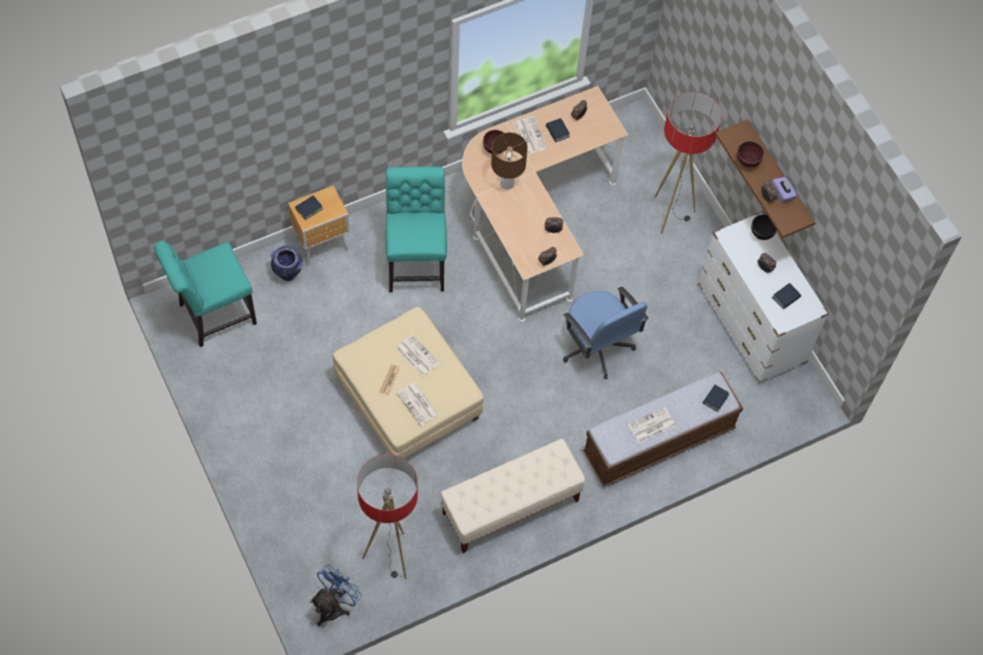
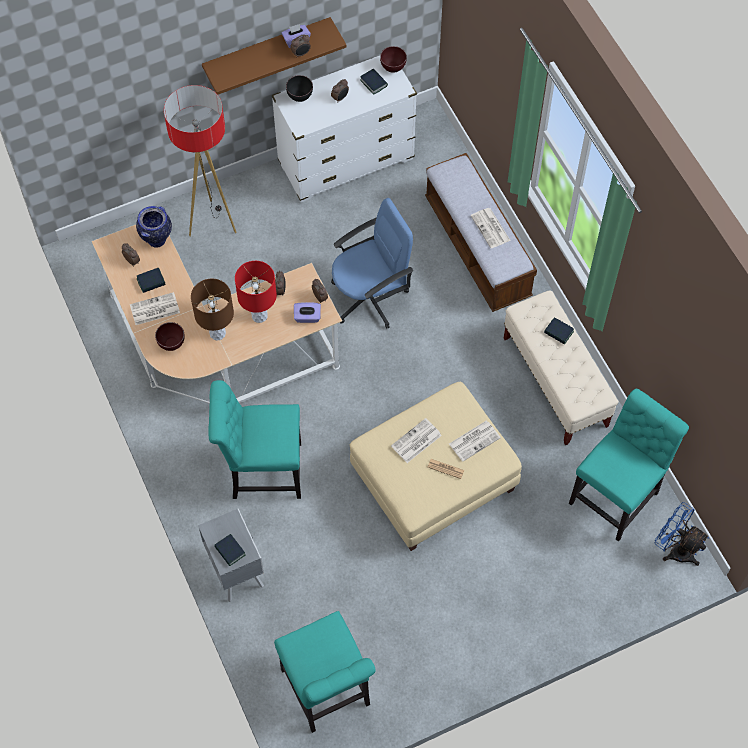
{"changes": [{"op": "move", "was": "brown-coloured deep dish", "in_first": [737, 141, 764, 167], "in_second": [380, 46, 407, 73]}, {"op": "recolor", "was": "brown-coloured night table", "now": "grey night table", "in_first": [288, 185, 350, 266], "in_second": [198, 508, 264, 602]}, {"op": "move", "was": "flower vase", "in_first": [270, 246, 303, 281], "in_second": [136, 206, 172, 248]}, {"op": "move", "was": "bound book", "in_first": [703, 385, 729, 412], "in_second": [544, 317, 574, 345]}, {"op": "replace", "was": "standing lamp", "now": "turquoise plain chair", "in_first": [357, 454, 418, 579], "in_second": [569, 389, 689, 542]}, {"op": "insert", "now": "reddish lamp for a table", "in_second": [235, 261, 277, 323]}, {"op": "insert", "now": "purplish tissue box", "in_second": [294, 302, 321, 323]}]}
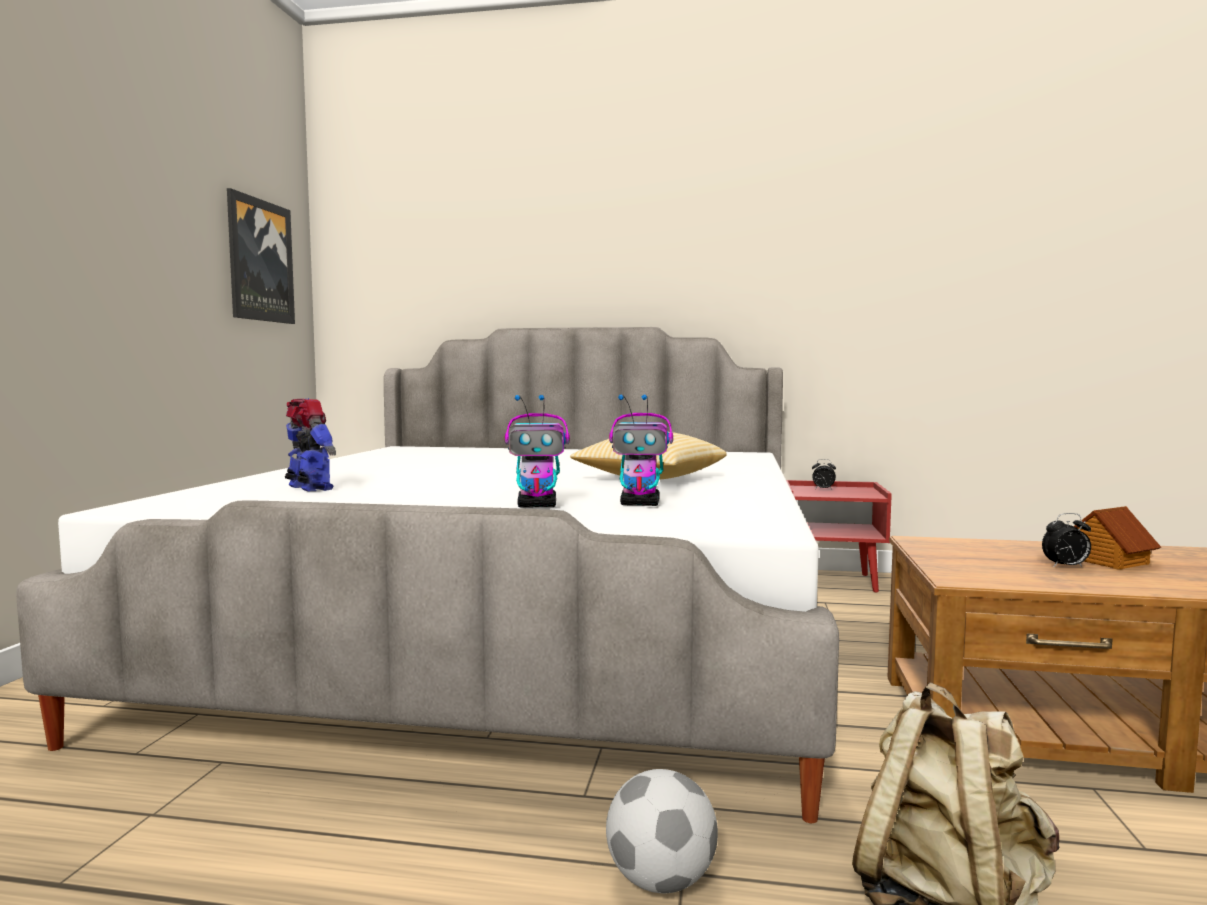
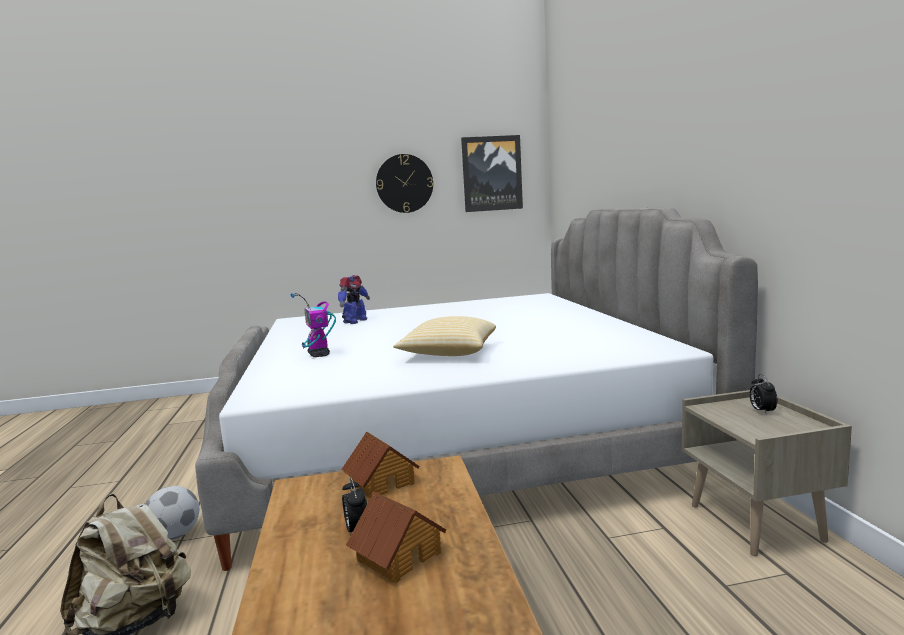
{"changes": [{"op": "delete", "was": "toy robot", "in_first": [609, 395, 673, 506]}, {"op": "recolor", "was": "reddish night table", "now": "sand-coloured night table", "in_first": [786, 480, 892, 592], "in_second": [682, 390, 852, 556]}, {"op": "insert", "now": "clock on the wall", "in_second": [376, 154, 433, 213]}, {"op": "insert", "now": "miniature house", "in_second": [341, 431, 419, 499]}]}
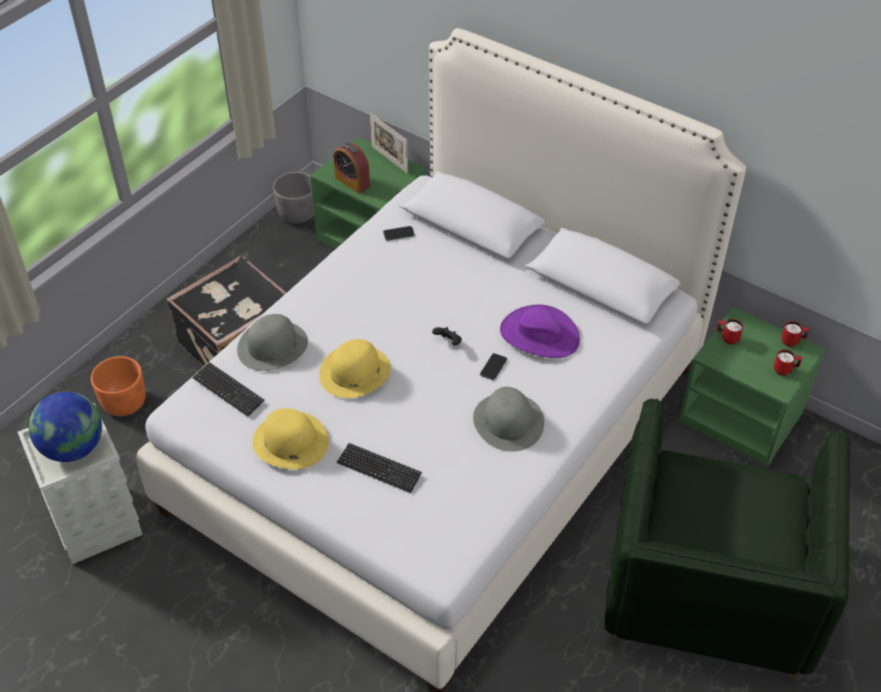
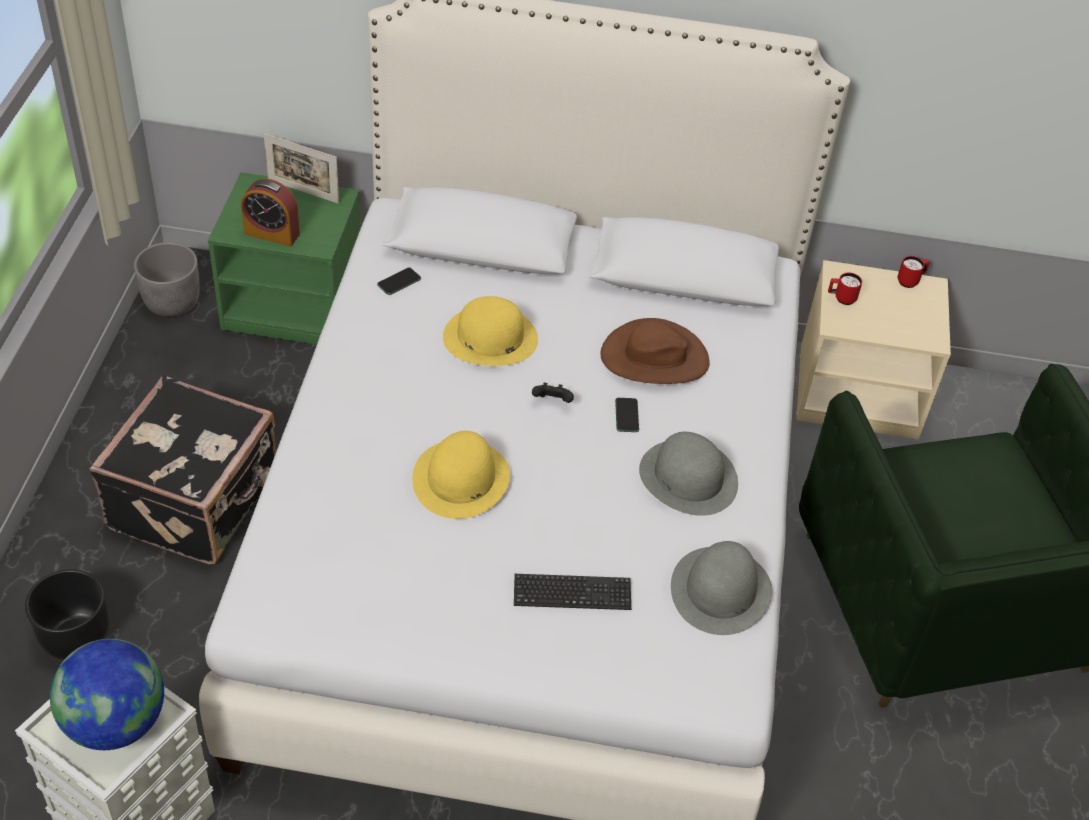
{"changes": [{"op": "recolor", "was": "purplish wearable hat", "now": "brown-coloured wearable hat", "in_first": [500, 304, 580, 358], "in_second": [600, 318, 710, 384]}, {"op": "recolor", "was": "green night table", "now": "sand-coloured night table", "in_first": [679, 307, 825, 467], "in_second": [796, 260, 951, 440]}, {"op": "move", "was": "grey wearable hat", "in_first": [237, 314, 308, 371], "in_second": [671, 541, 772, 635]}, {"op": "delete", "was": "reddish tea mug", "in_first": [774, 349, 802, 376]}, {"op": "recolor", "was": "orange flower pot", "now": "black-coloured flower pot", "in_first": [91, 356, 146, 416], "in_second": [25, 569, 109, 660]}, {"op": "delete", "was": "computer keyboard", "in_first": [192, 362, 264, 416]}, {"op": "move", "was": "yellow wearable hat", "in_first": [252, 408, 329, 469], "in_second": [443, 296, 538, 366]}]}
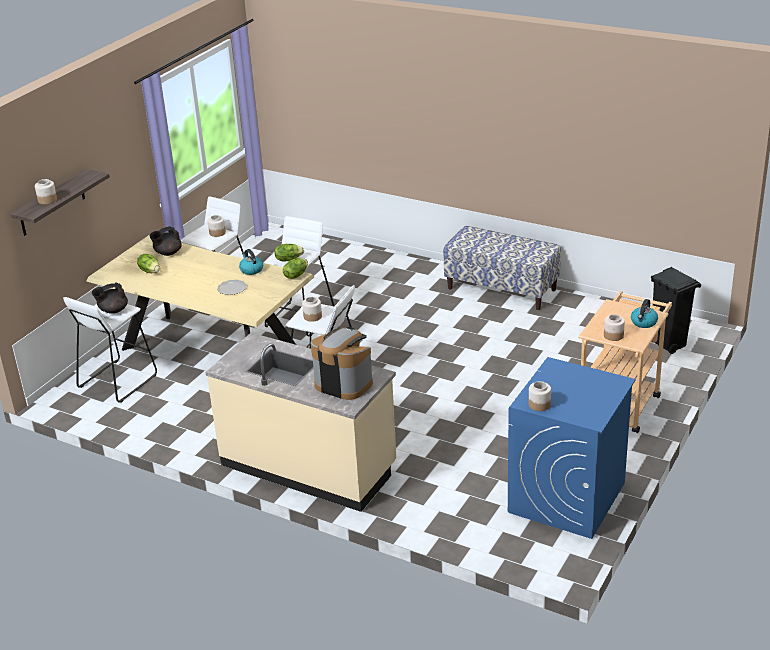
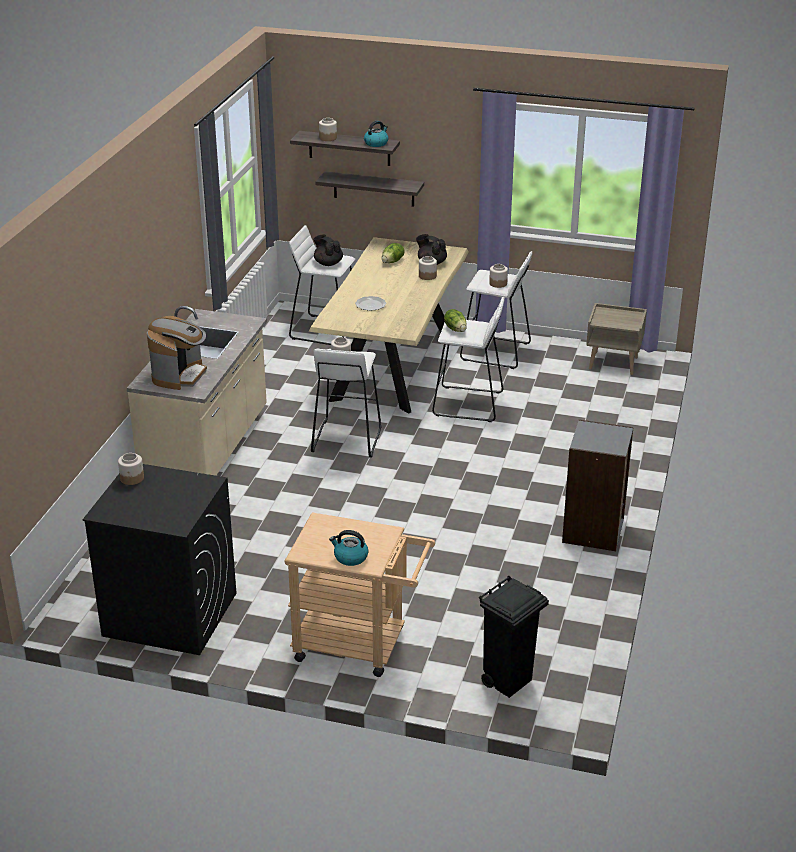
{"changes": [{"op": "replace", "was": "long seat", "now": "grey shelving unit", "in_first": [443, 226, 561, 310], "in_second": [562, 419, 633, 551]}, {"op": "move", "was": "water kettle", "in_first": [239, 249, 263, 275], "in_second": [364, 121, 388, 147]}, {"op": "delete", "was": "lettuce", "in_first": [283, 258, 308, 279]}, {"op": "move", "was": "storage jar", "in_first": [604, 314, 625, 341], "in_second": [419, 256, 437, 280]}, {"op": "recolor", "was": "blue laundry appliance", "now": "black-coloured laundry appliance", "in_first": [508, 357, 636, 539], "in_second": [82, 464, 236, 655]}, {"op": "insert", "now": "shelf", "in_second": [316, 171, 424, 207]}, {"op": "insert", "now": "sand-coloured night table", "in_second": [586, 303, 647, 375]}]}
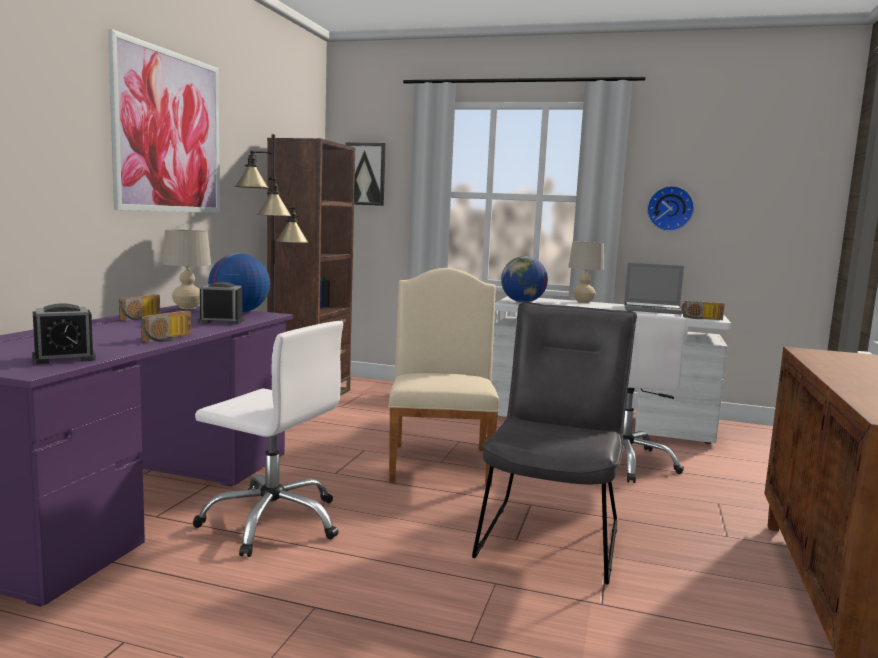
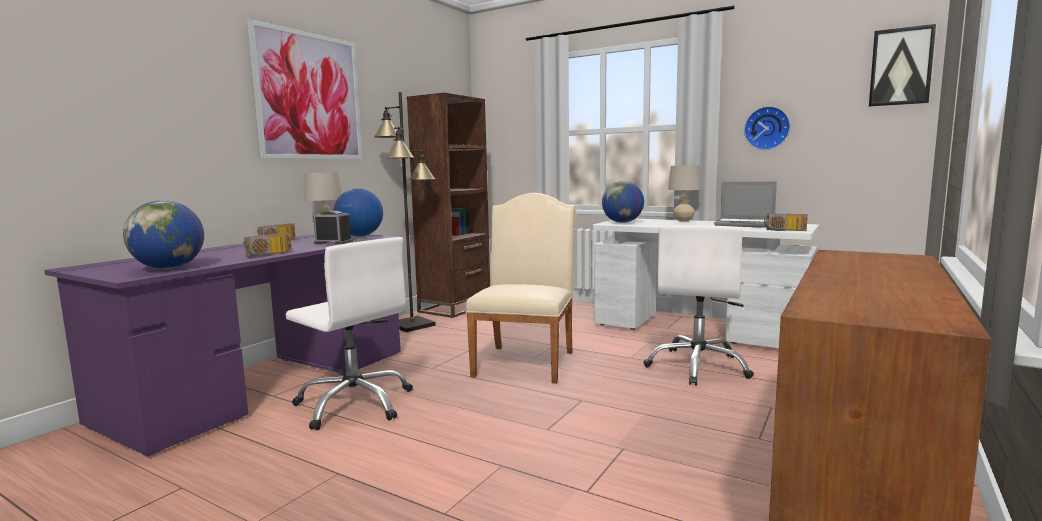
{"changes": [{"op": "move", "was": "wall picture", "in_first": [345, 142, 386, 206], "in_second": [869, 24, 936, 107]}, {"op": "delete", "was": "grey plain chair", "in_first": [472, 302, 637, 585]}, {"op": "replace", "was": "table clock", "now": "desk globe", "in_first": [32, 303, 96, 364], "in_second": [123, 200, 204, 269]}]}
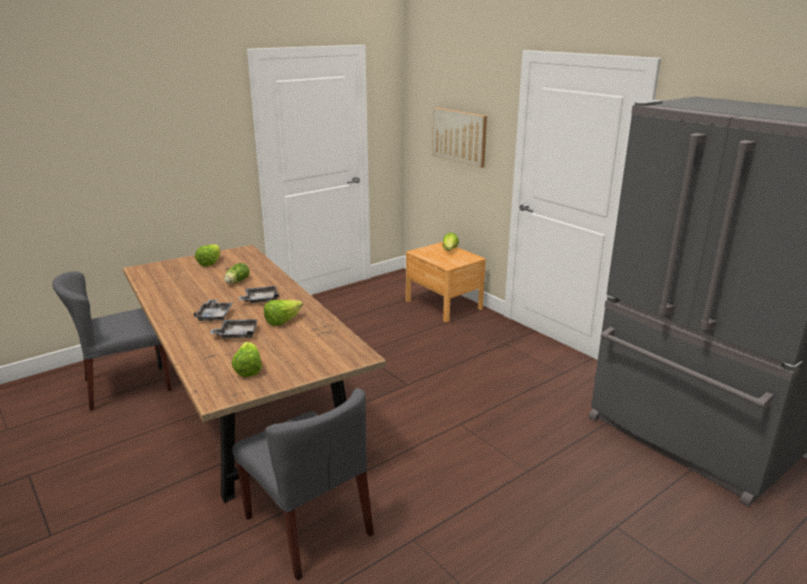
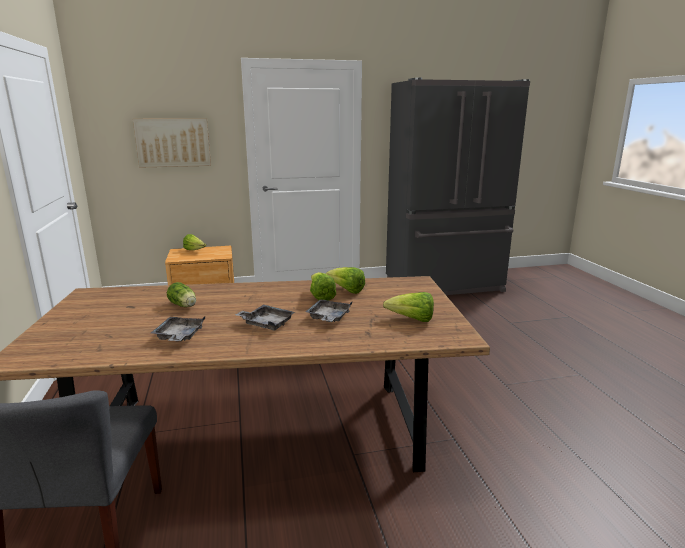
{"changes": [{"op": "move", "was": "lettuce", "in_first": [195, 244, 220, 267], "in_second": [326, 267, 365, 294]}, {"op": "move", "was": "grey serving tray", "in_first": [239, 286, 279, 303], "in_second": [151, 316, 205, 342]}, {"op": "delete", "was": "grey plain chair", "in_first": [232, 388, 374, 581]}]}
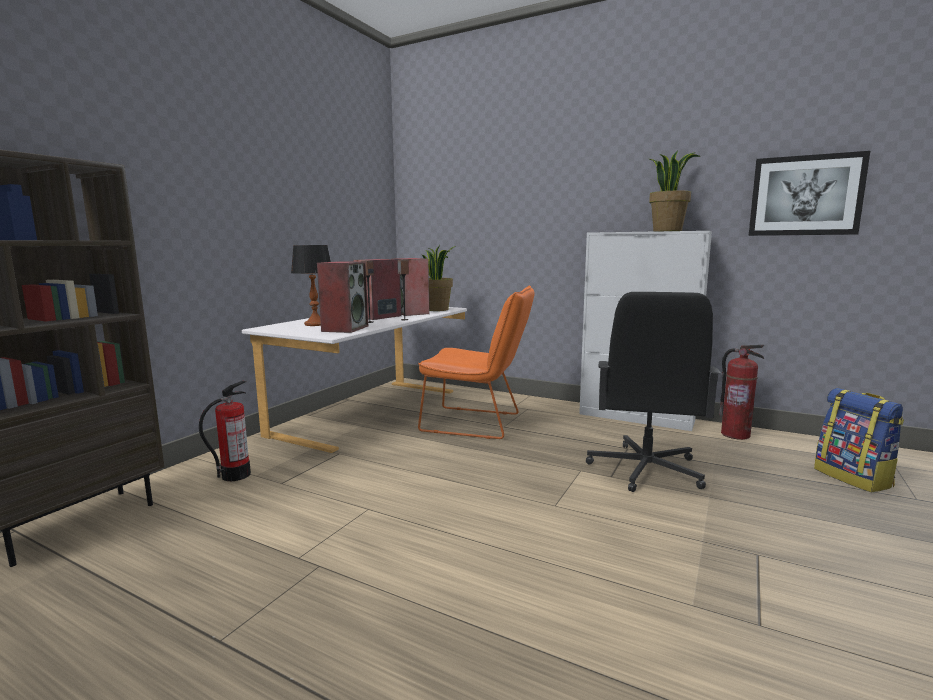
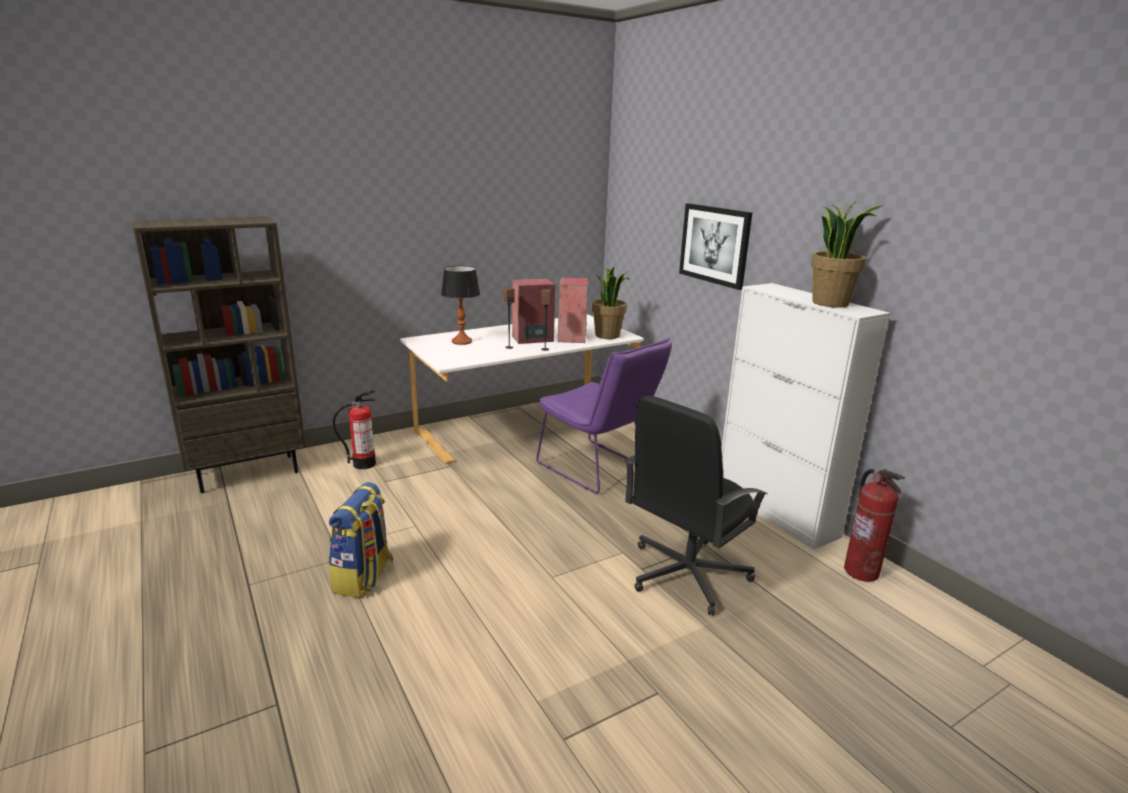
{"changes": [{"op": "move", "was": "wall picture", "in_first": [749, 151, 870, 236], "in_second": [679, 203, 752, 290]}, {"op": "delete", "was": "audio speaker", "in_first": [317, 261, 368, 333]}, {"op": "recolor", "was": "orange plain chair", "now": "purplish plain chair", "in_first": [418, 286, 535, 439], "in_second": [536, 337, 672, 494]}, {"op": "move", "was": "rucksack", "in_first": [814, 388, 904, 492], "in_second": [329, 482, 394, 598]}]}
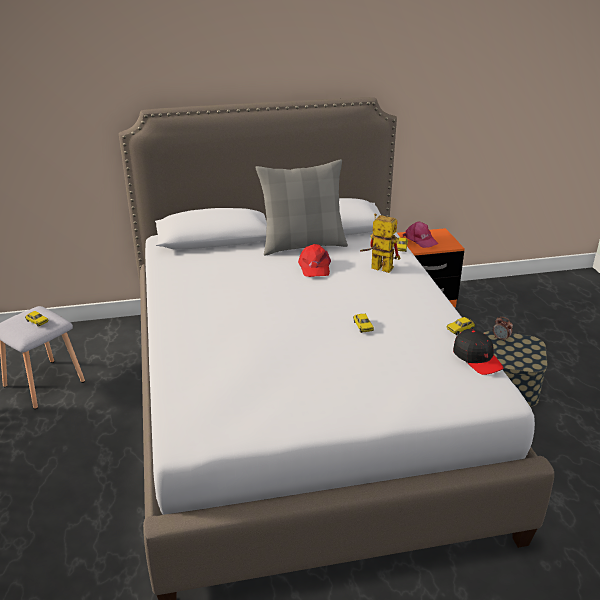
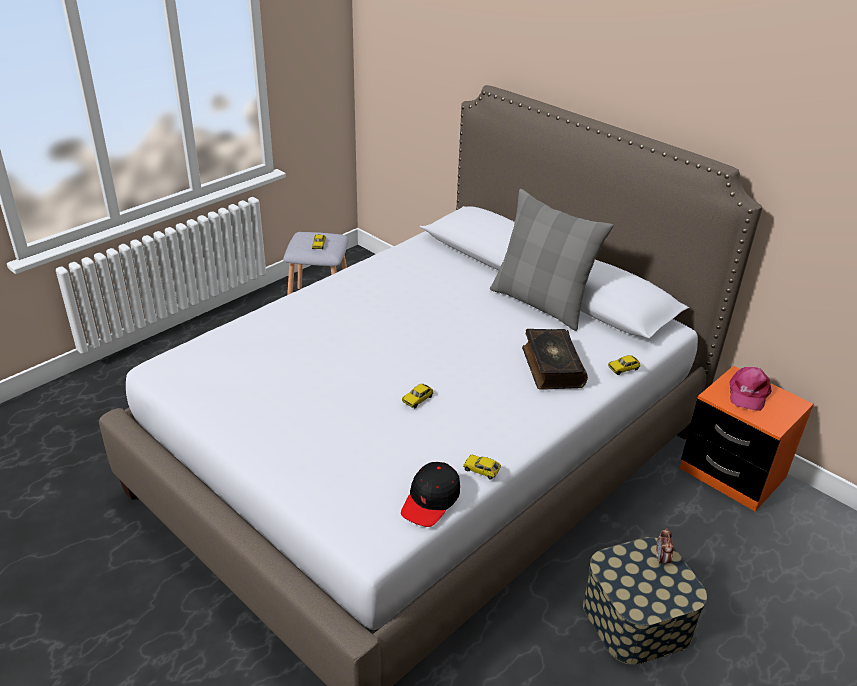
{"changes": [{"op": "replace", "was": "toy robot", "now": "bound book", "in_first": [360, 213, 400, 273], "in_second": [522, 329, 588, 390]}, {"op": "delete", "was": "reddish cap", "in_first": [298, 244, 331, 277]}]}
